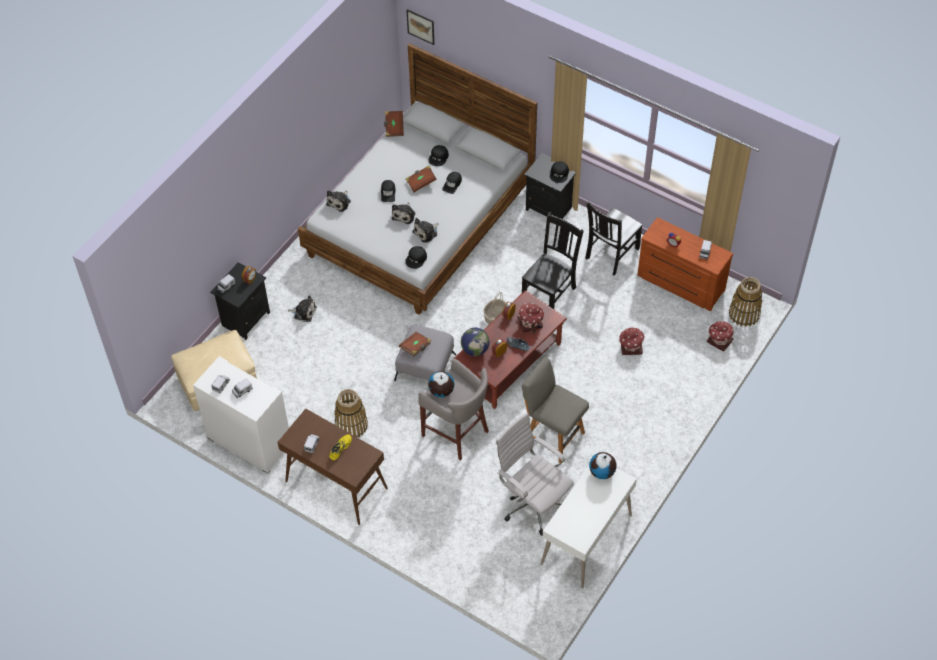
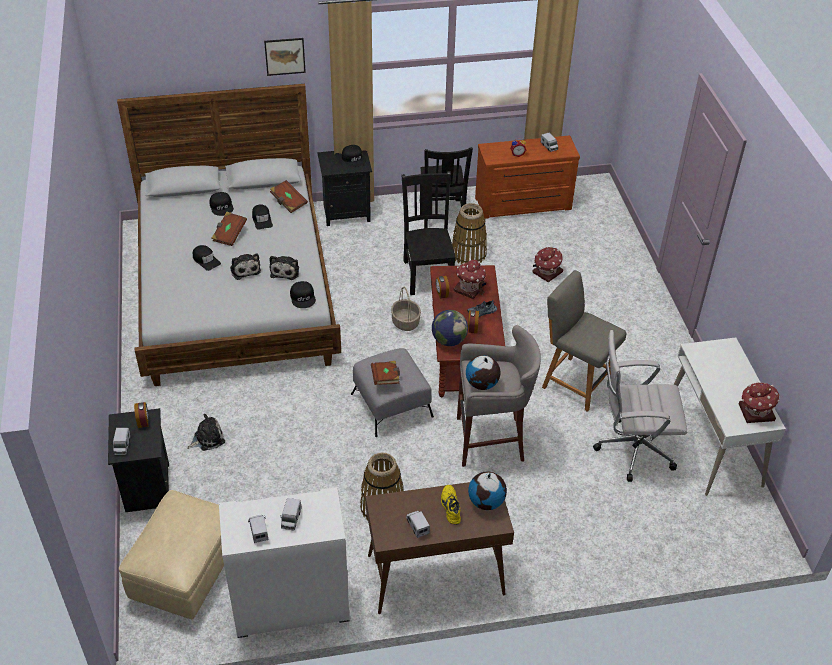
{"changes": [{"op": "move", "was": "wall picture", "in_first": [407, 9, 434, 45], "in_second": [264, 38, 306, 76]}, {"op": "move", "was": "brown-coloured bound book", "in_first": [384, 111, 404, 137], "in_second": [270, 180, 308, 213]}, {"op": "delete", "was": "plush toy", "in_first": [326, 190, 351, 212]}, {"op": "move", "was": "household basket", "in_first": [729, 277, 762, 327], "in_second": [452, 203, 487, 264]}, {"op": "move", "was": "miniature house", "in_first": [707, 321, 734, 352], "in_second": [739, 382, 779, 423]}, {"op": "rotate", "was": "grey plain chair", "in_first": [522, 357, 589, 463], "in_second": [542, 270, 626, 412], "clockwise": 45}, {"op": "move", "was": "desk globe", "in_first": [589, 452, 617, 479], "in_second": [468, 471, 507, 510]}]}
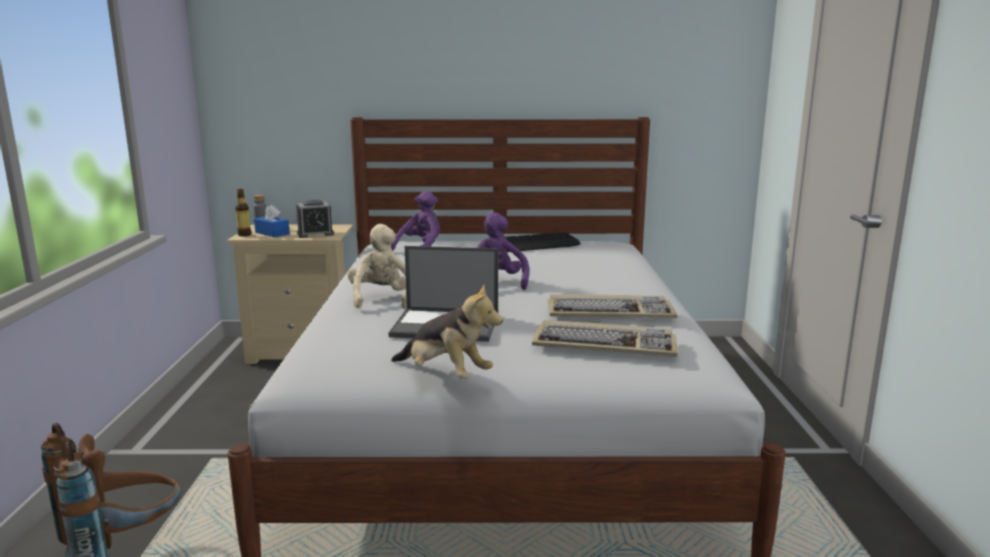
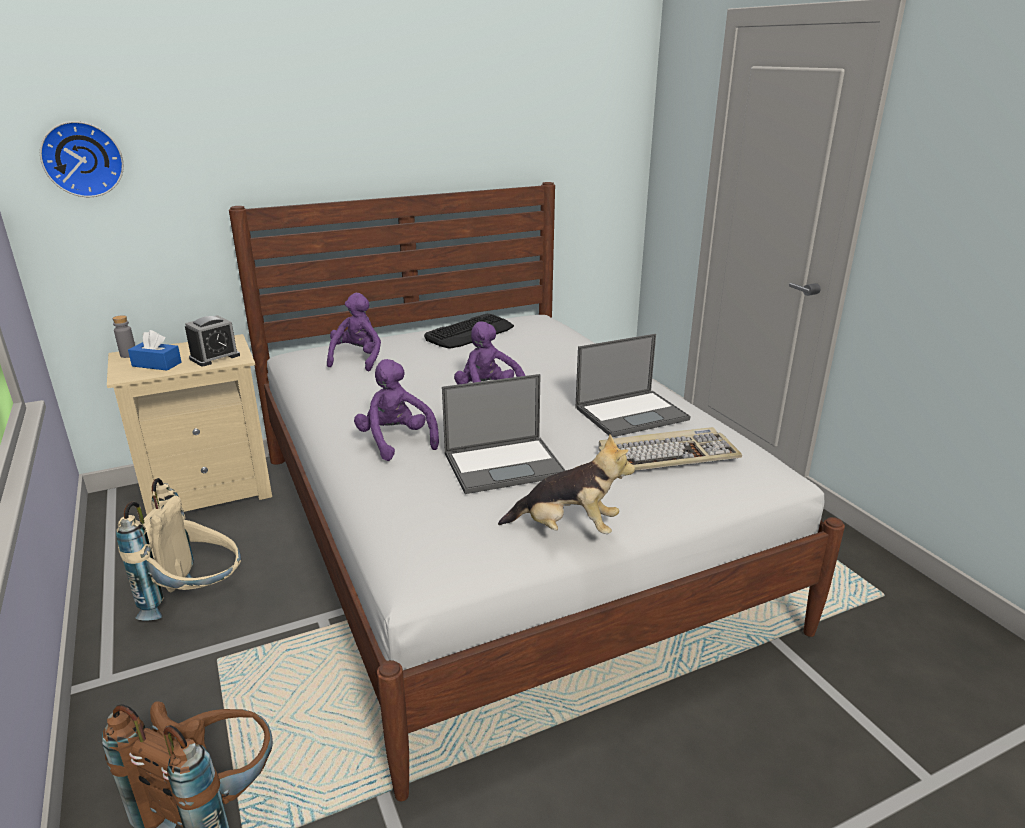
{"changes": [{"op": "delete", "was": "beverage bottle", "in_first": [235, 189, 251, 236]}, {"op": "recolor", "was": "sand-coloured plush toy", "now": "purplish plush toy", "in_first": [347, 224, 407, 309], "in_second": [354, 359, 439, 461]}, {"op": "replace", "was": "computer keyboard", "now": "notebook computer", "in_first": [547, 295, 678, 318], "in_second": [575, 334, 690, 437]}, {"op": "insert", "now": "clock on the wall", "in_second": [40, 121, 124, 197]}, {"op": "insert", "now": "sand-coloured rucksack", "in_second": [116, 478, 241, 620]}]}
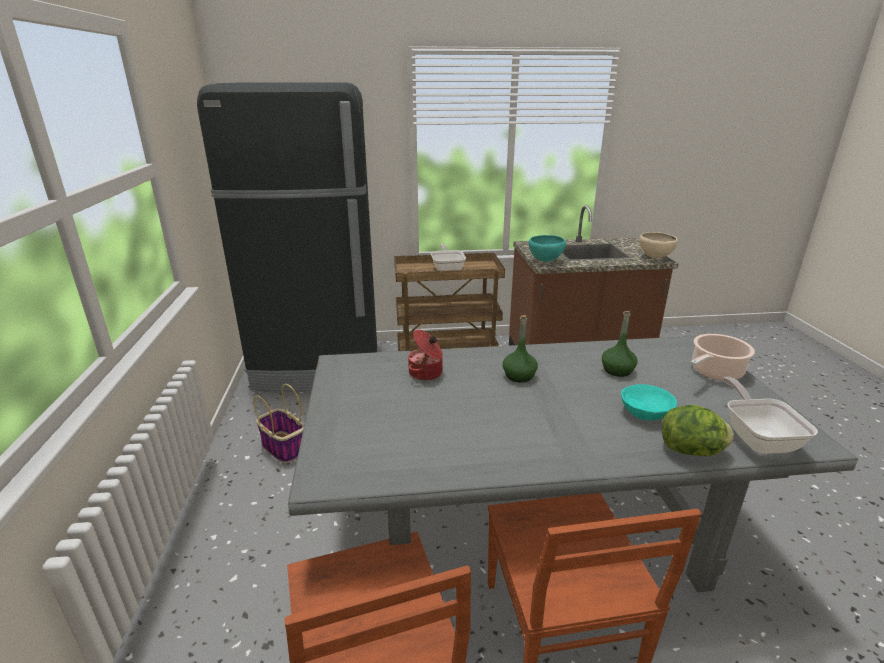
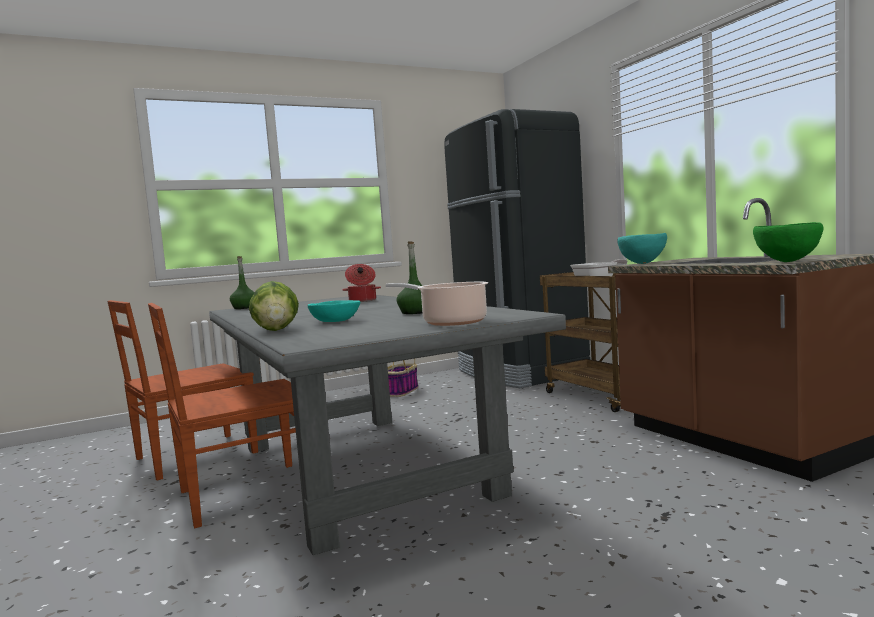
{"changes": [{"op": "recolor", "was": "sand-coloured deep dish", "now": "green deep dish", "in_first": [640, 232, 678, 258], "in_second": [753, 222, 824, 262]}, {"op": "move", "was": "green beverage bottle", "in_first": [503, 315, 538, 383], "in_second": [230, 256, 255, 309]}, {"op": "delete", "was": "pan", "in_first": [723, 377, 818, 454]}]}
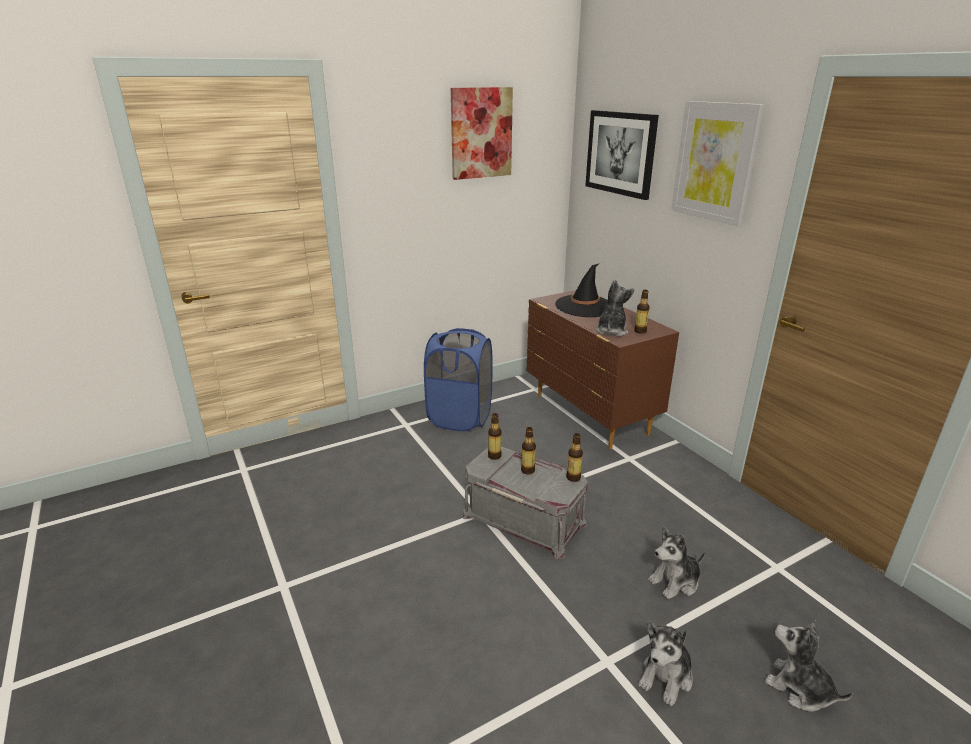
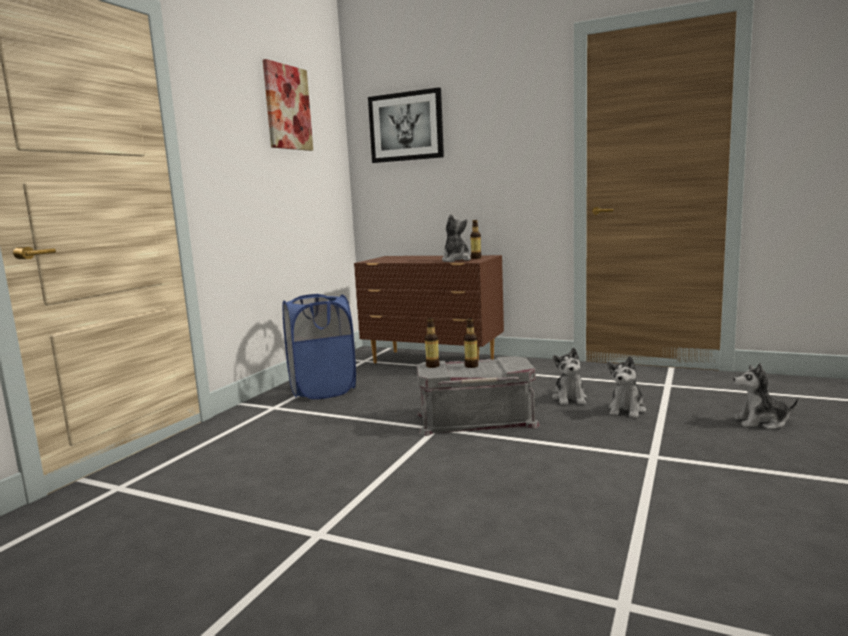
{"changes": [{"op": "delete", "was": "wall picture", "in_first": [671, 101, 764, 226]}, {"op": "delete", "was": "black-coloured wearable hat", "in_first": [555, 264, 608, 317]}, {"op": "delete", "was": "beverage bottle", "in_first": [567, 433, 583, 482]}, {"op": "move", "was": "plush toy", "in_first": [638, 621, 693, 706], "in_second": [552, 348, 587, 405]}]}
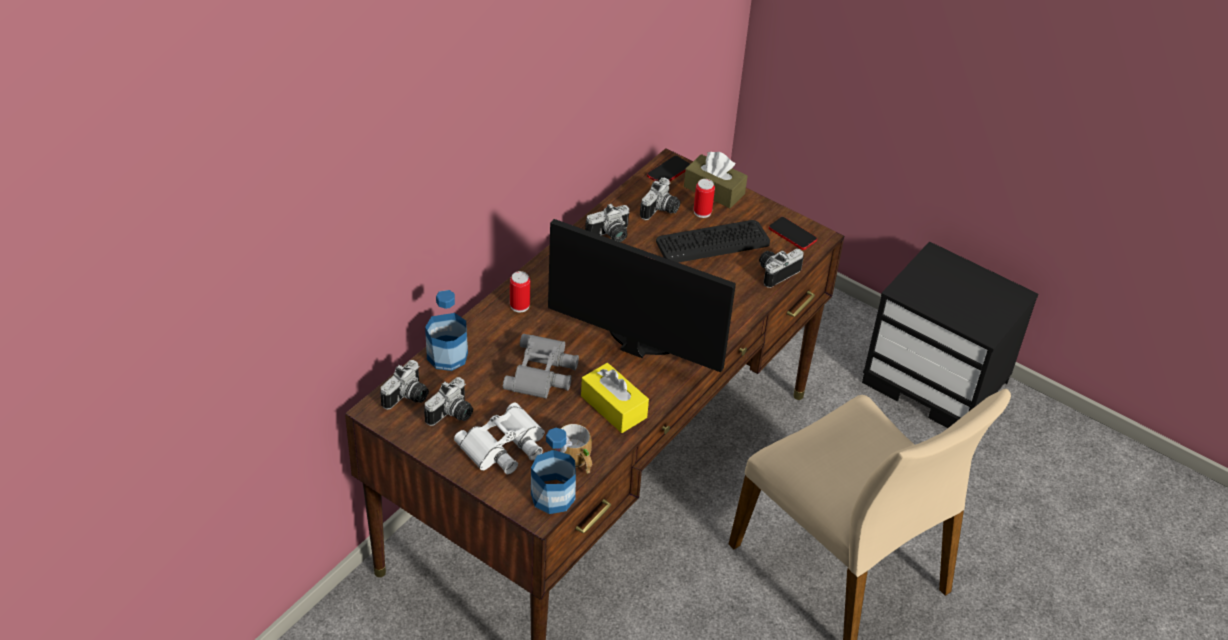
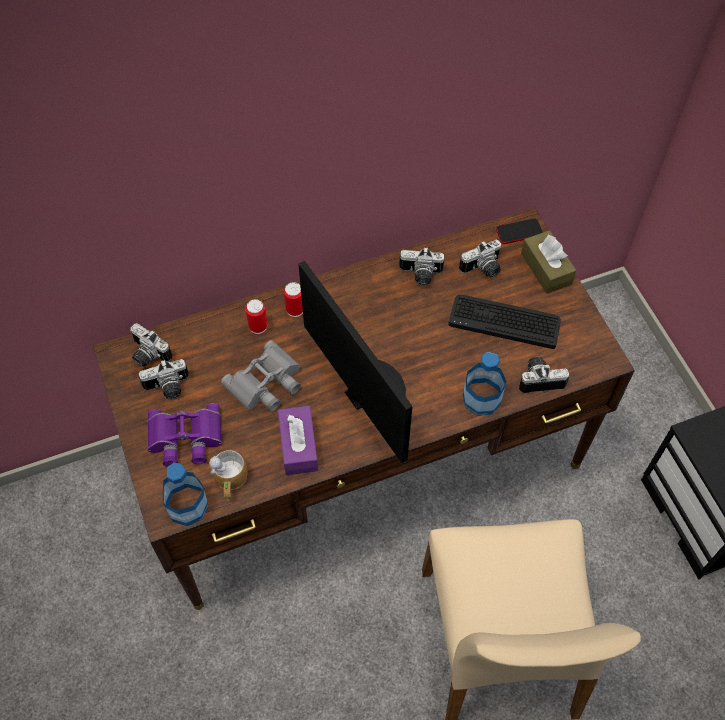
{"changes": [{"op": "move", "was": "can", "in_first": [694, 179, 715, 218], "in_second": [246, 299, 267, 334]}, {"op": "delete", "was": "phone", "in_first": [769, 217, 817, 250]}, {"op": "move", "was": "beverage bottle", "in_first": [425, 290, 468, 371], "in_second": [463, 352, 506, 416]}, {"op": "rotate", "was": "photo camera", "in_first": [380, 360, 429, 410], "in_second": [130, 323, 172, 367], "clockwise": 60}, {"op": "recolor", "was": "yellow tissue box", "now": "purplish tissue box", "in_first": [581, 363, 649, 433], "in_second": [278, 406, 318, 475]}, {"op": "recolor", "was": "white field glasses", "now": "purplish field glasses", "in_first": [454, 402, 545, 474], "in_second": [148, 403, 222, 467]}]}
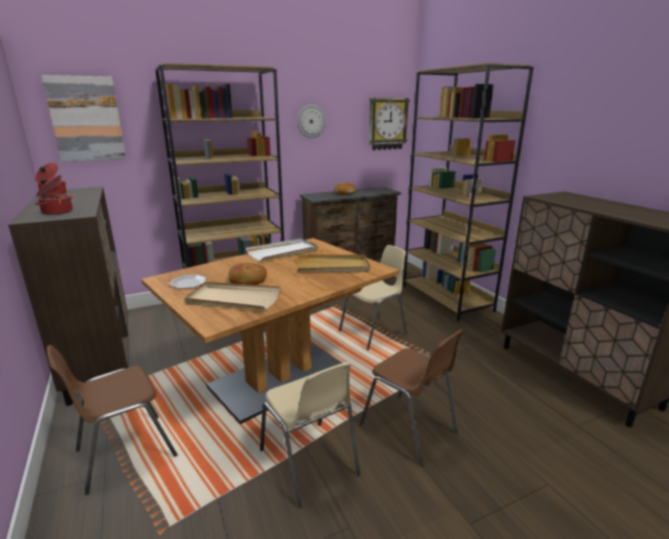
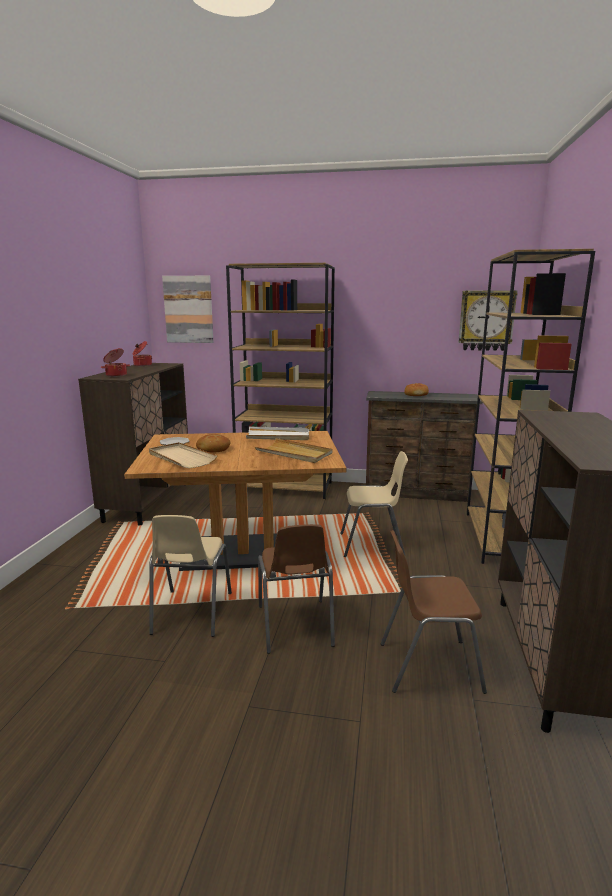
{"changes": [{"op": "delete", "was": "clock on the wall", "in_first": [297, 105, 326, 138]}, {"op": "move", "was": "brown-coloured plain chair", "in_first": [47, 345, 178, 495], "in_second": [381, 530, 487, 694]}]}
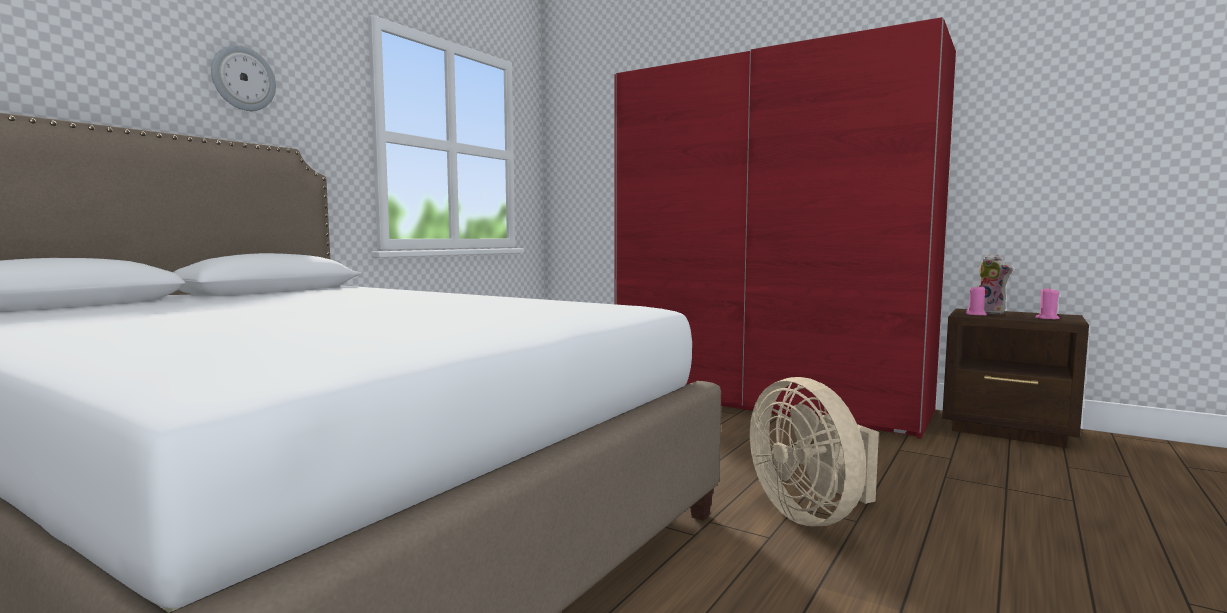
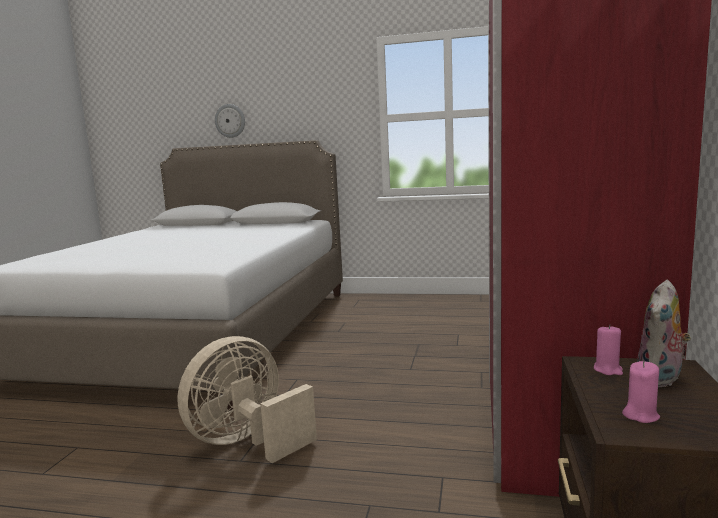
{"changes": [{"op": "move", "was": "clock on the wall", "in_first": [211, 45, 276, 111], "in_second": [215, 104, 245, 138]}]}
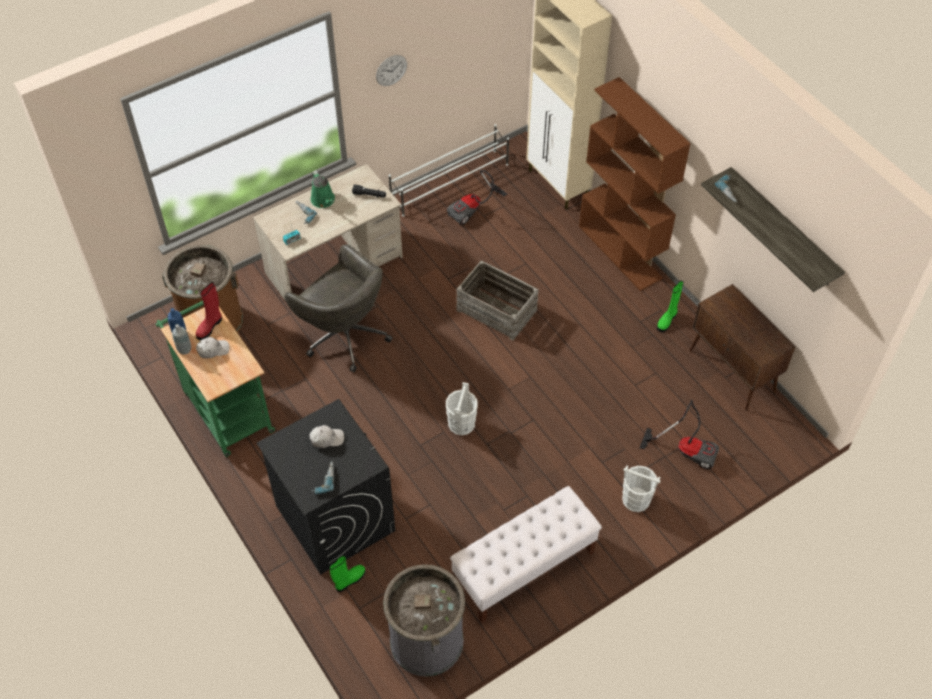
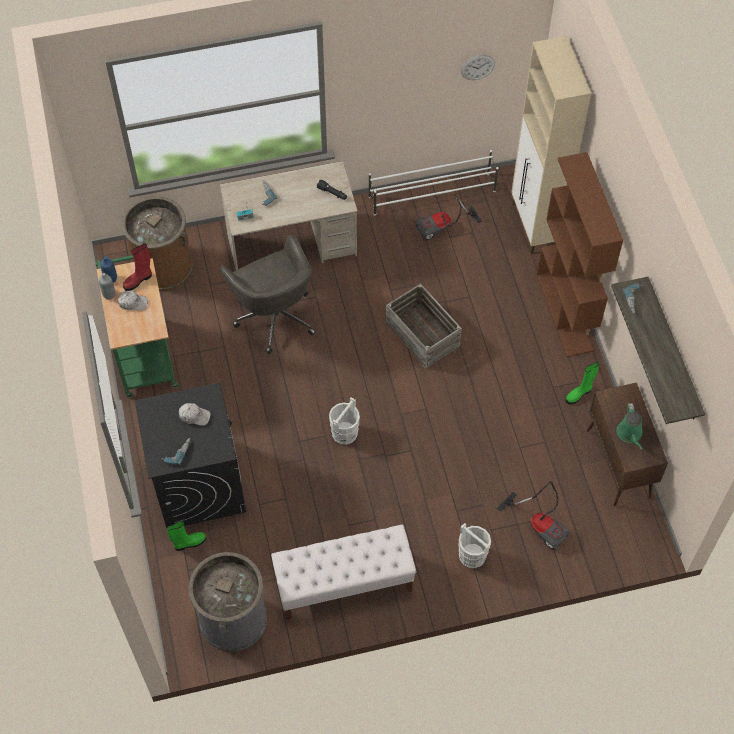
{"changes": [{"op": "move", "was": "clock on the wall", "in_first": [376, 55, 407, 86], "in_second": [461, 55, 495, 80]}, {"op": "move", "was": "green watering can", "in_first": [311, 171, 335, 208], "in_second": [617, 403, 643, 450]}]}
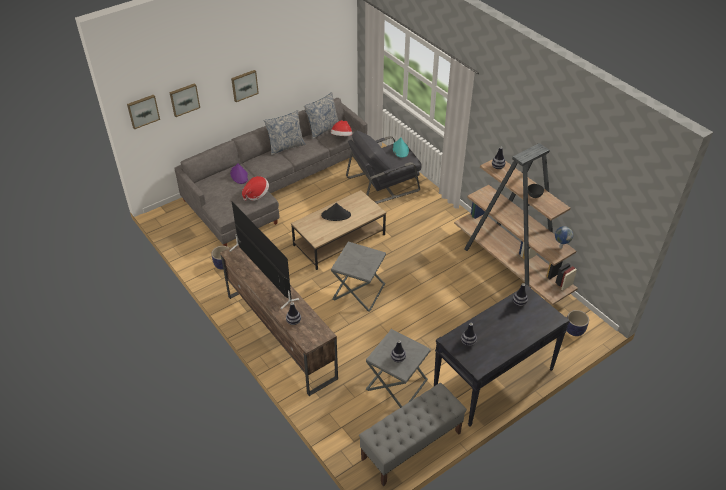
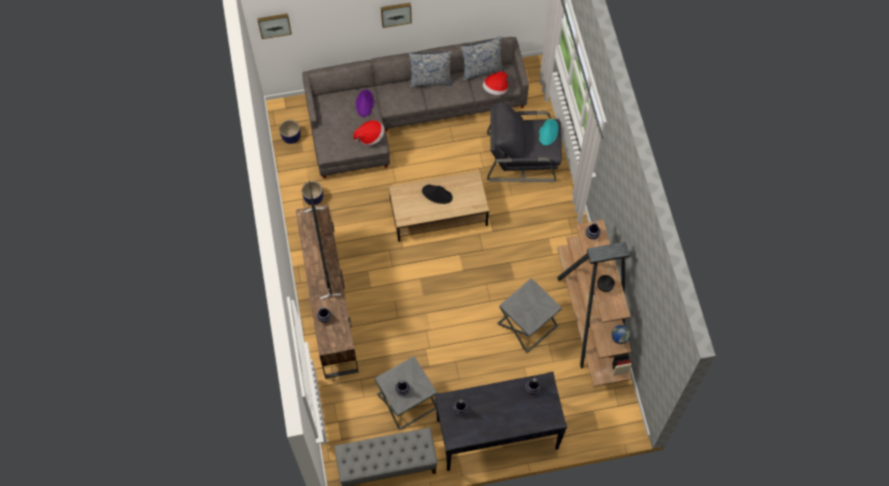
{"changes": [{"op": "delete", "was": "wall picture", "in_first": [169, 83, 200, 117]}, {"op": "move", "was": "grey accent table", "in_first": [331, 242, 386, 312], "in_second": [498, 278, 562, 353]}, {"op": "move", "was": "flower pot", "in_first": [566, 310, 589, 336], "in_second": [279, 120, 301, 144]}]}
